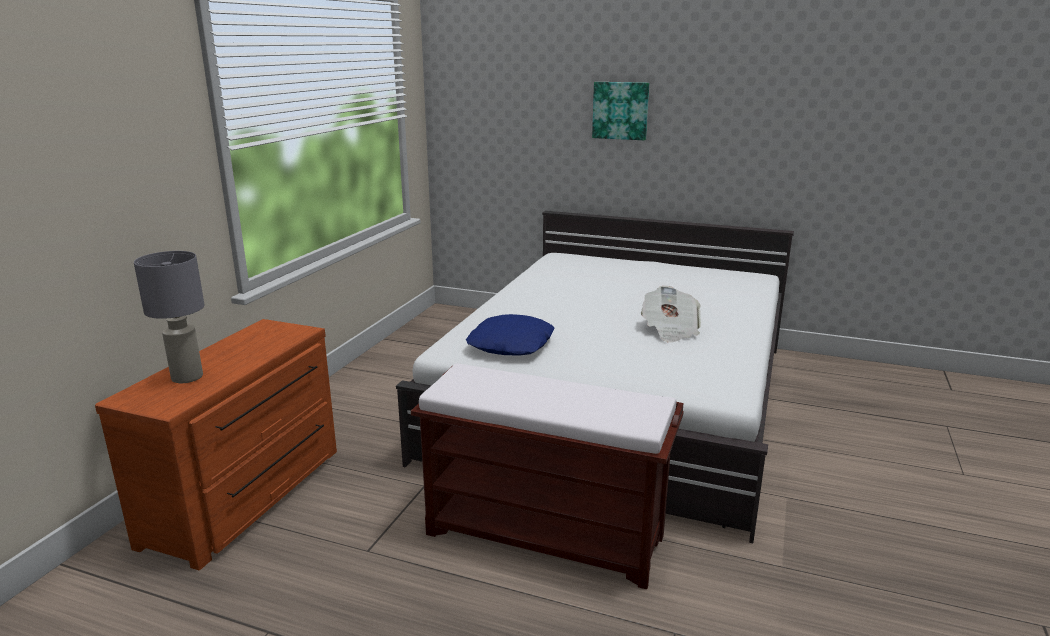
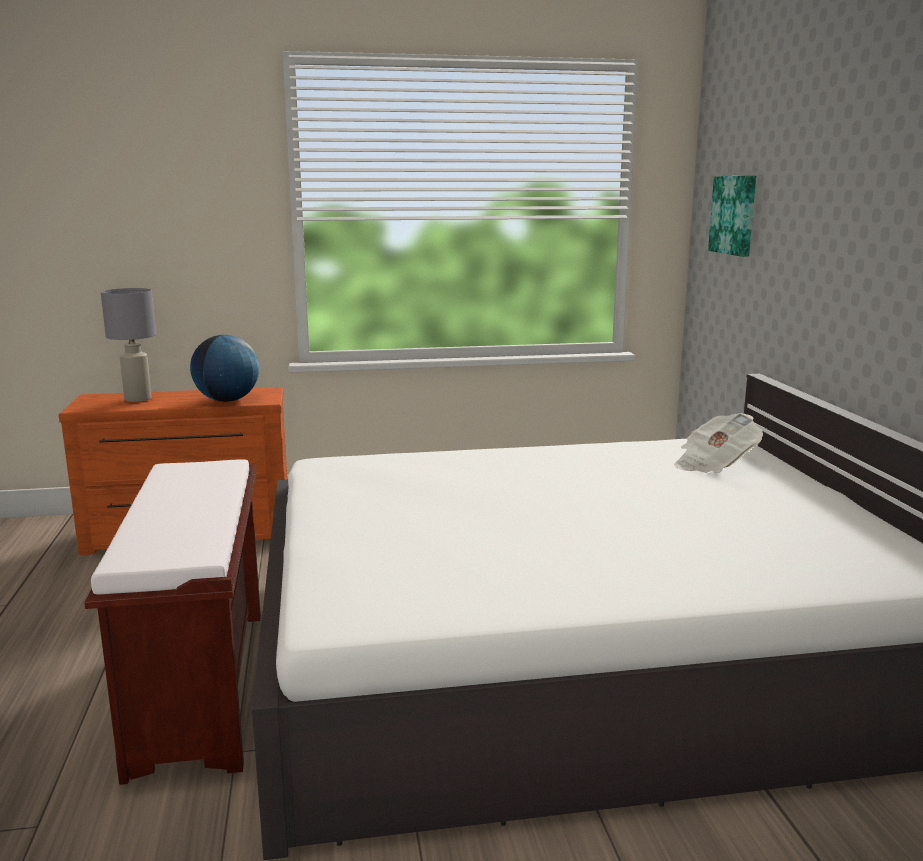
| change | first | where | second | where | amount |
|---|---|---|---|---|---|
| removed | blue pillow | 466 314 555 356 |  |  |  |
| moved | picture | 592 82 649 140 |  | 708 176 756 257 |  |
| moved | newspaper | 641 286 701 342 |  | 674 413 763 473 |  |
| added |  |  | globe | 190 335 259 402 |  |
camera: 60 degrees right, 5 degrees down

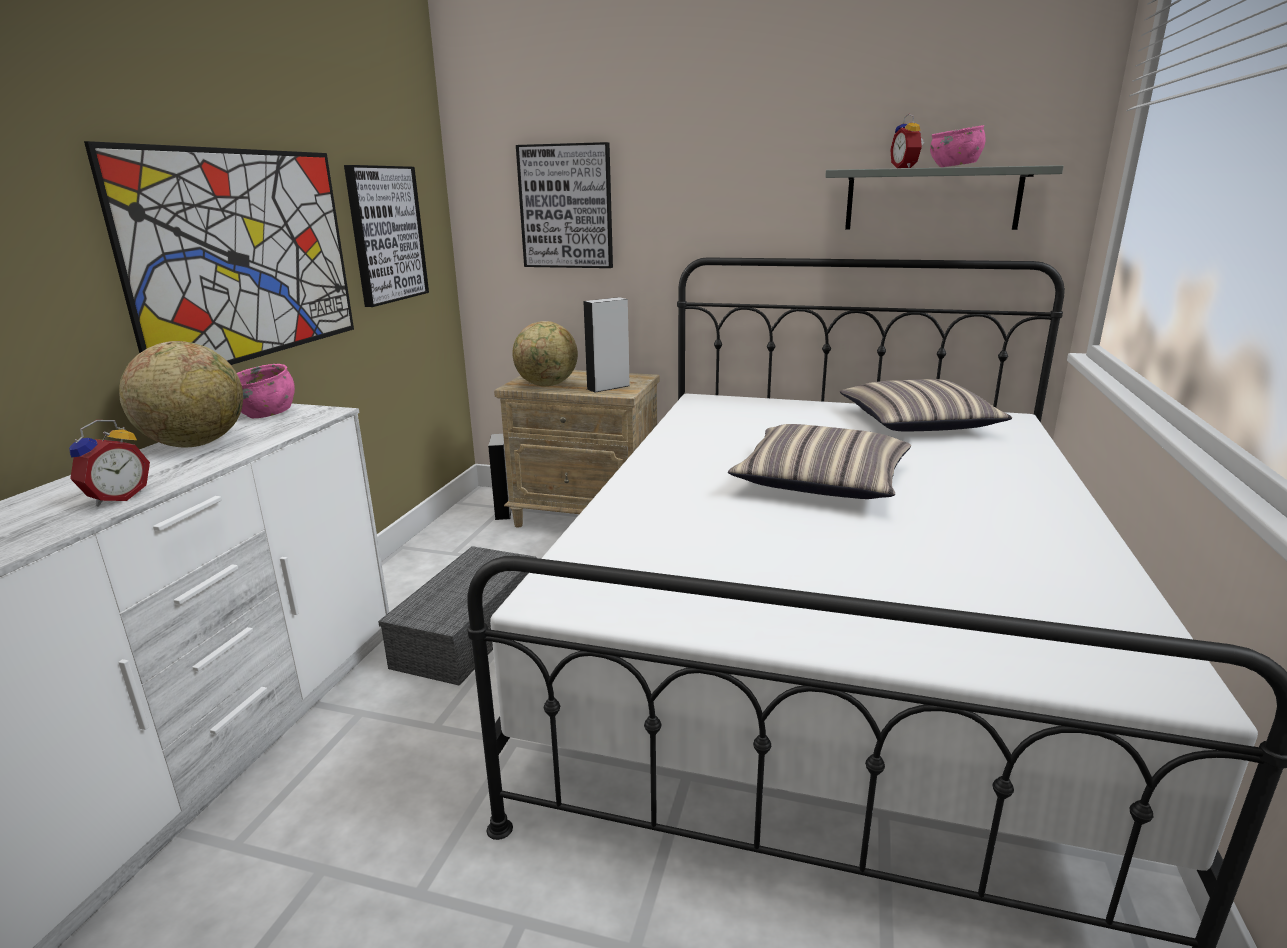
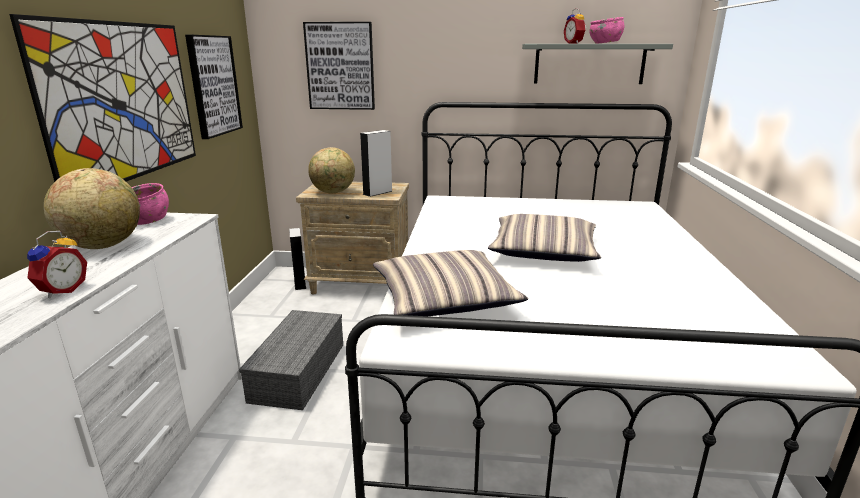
| change | first | where | second | where | amount |
|---|---|---|---|---|---|
| moved | pillow | 840 379 1012 431 |  | 373 250 528 316 |  |
camera: 10 degrees left, 0 degrees up

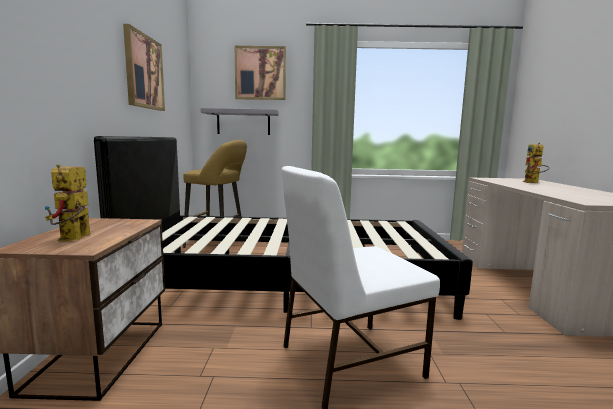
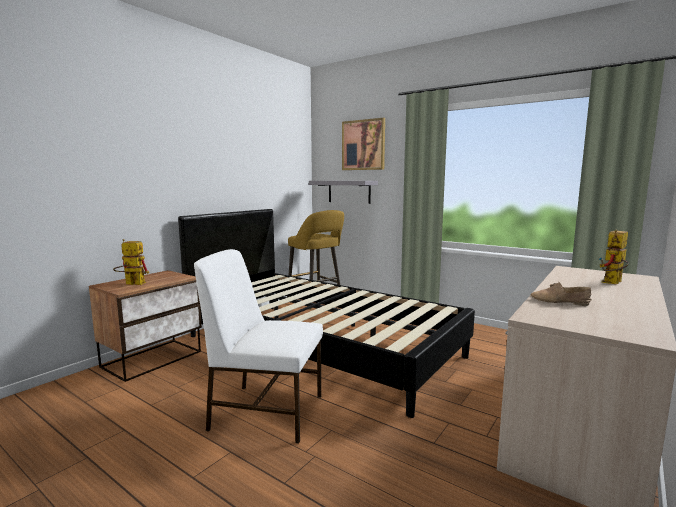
| change | first | where | second | where | amount |
|---|---|---|---|---|---|
| turned | toy robot | 45 164 91 241 |  | 113 239 149 285 | 60 degrees clockwise |
| removed | picture | 123 24 165 111 |  |  |  |
| added |  |  | beige shoe | 531 282 592 306 |  |
camera: 35 degrees right, 0 degrees up

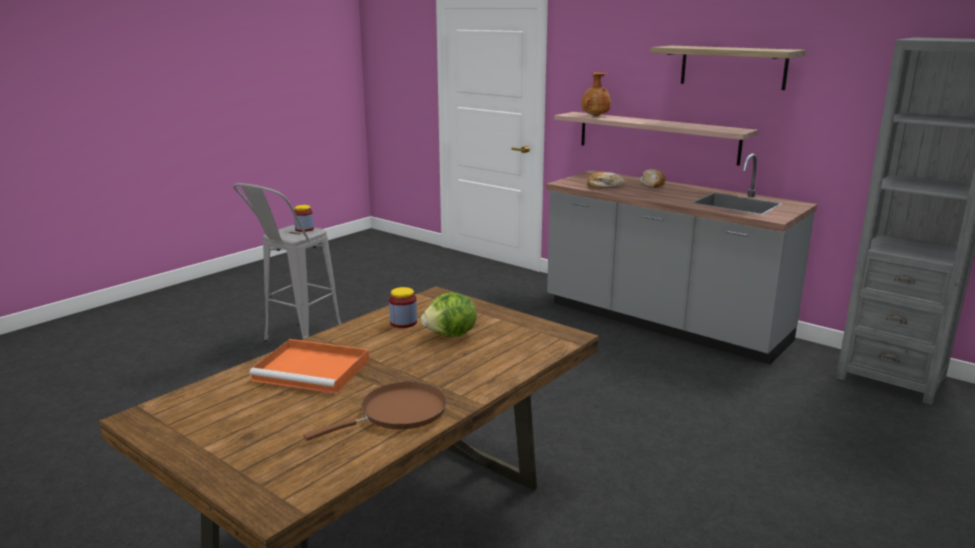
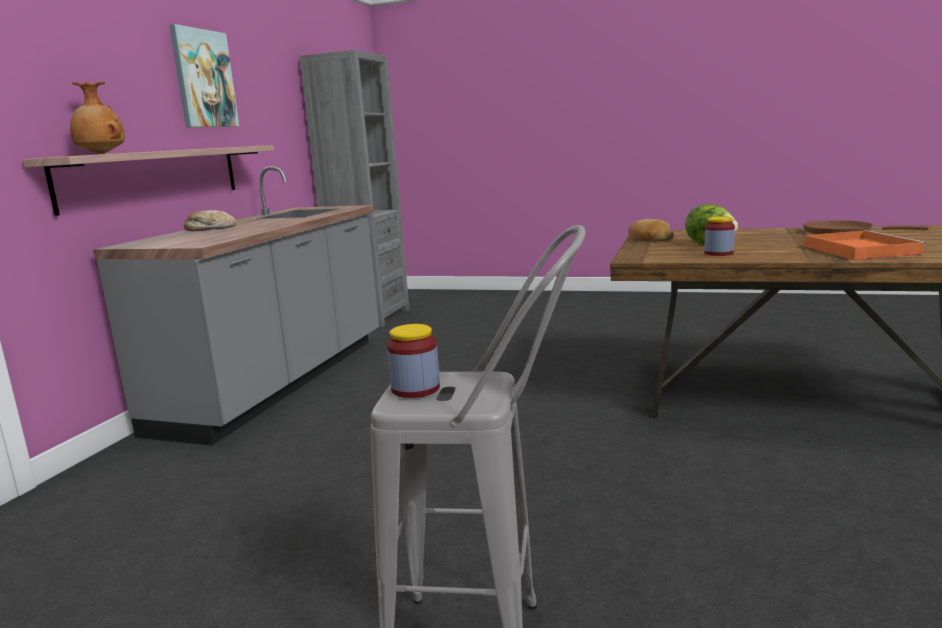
| change | first | where | second | where | amount |
|---|---|---|---|---|---|
| moved | bread | 587 172 625 189 |  | 628 219 674 241 |  |
| replaced | shelf | 650 46 806 90 | picture | 169 24 239 127 |  |
camera: 110 degrees left, 5 degrees down

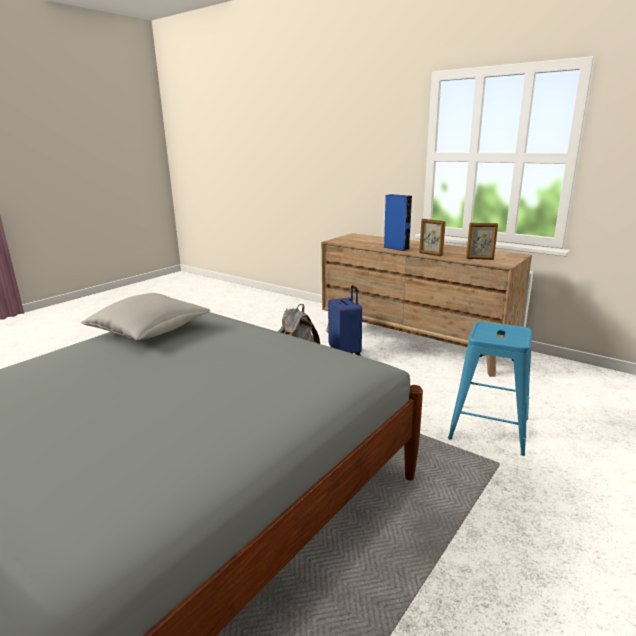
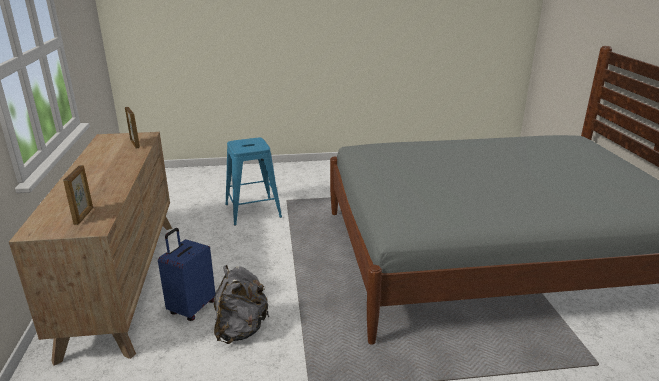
| change | first | where | second | where | amount |
|---|---|---|---|---|---|
| removed | grey pillow | 81 293 211 340 |  |  |  |
| removed | blue speaker | 383 194 412 251 |  |  |  |
| moved | picture frame | 419 219 446 256 |  | 63 165 93 225 |  |
camera: 135 degrees left, 5 degrees up

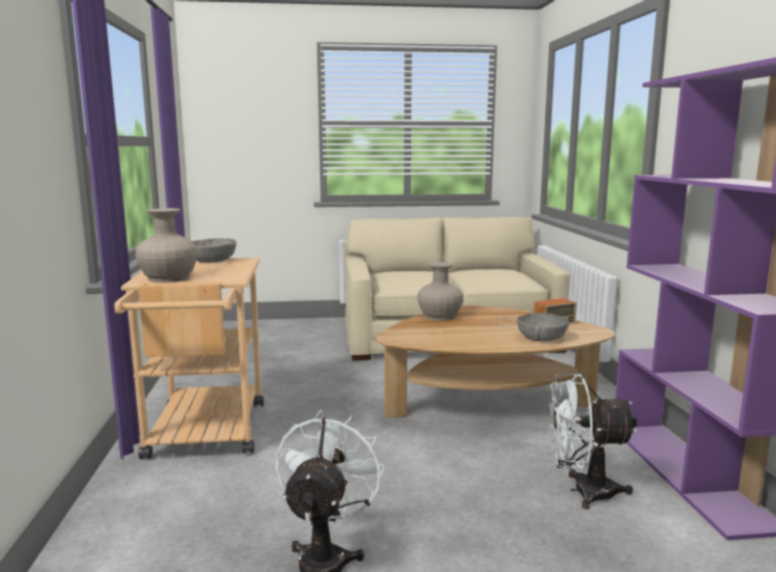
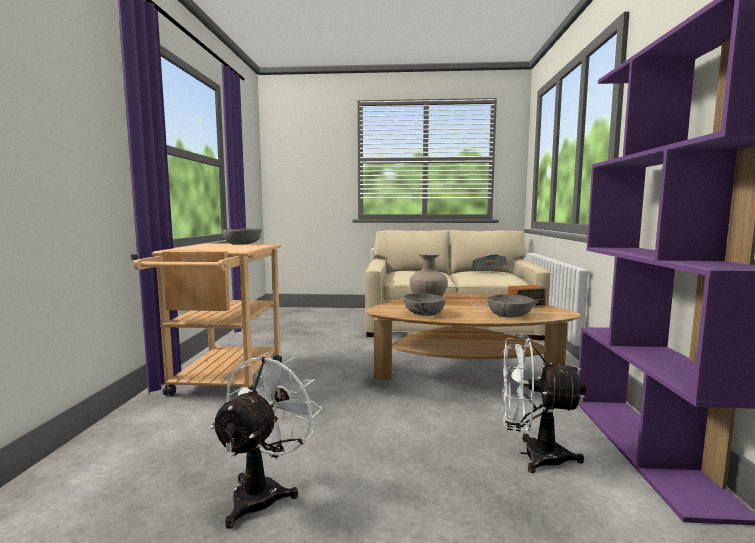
| change | first | where | second | where | amount |
|---|---|---|---|---|---|
| removed | beige vase | 135 208 198 283 |  |  |  |
| added |  |  | grey bowl | 403 293 445 316 |  |
| added |  |  | newspaper | 472 254 507 271 |  |
camera: 10 degrees right, 5 degrees down

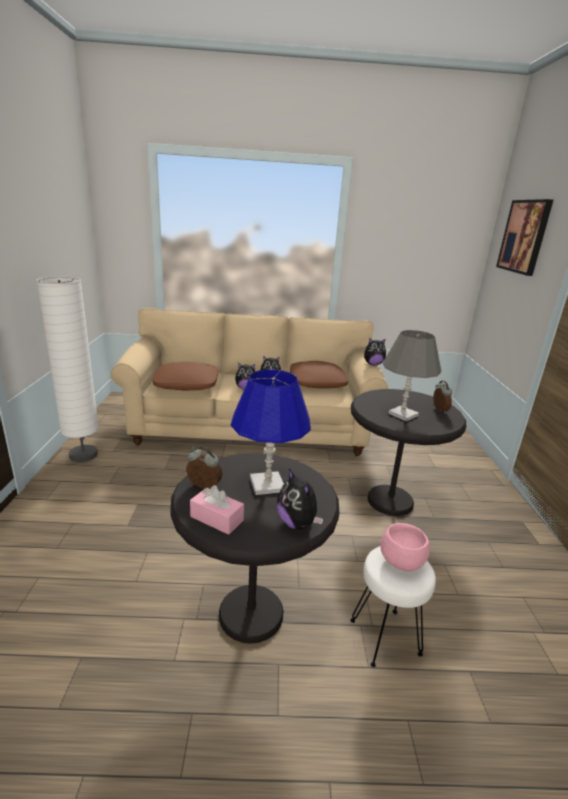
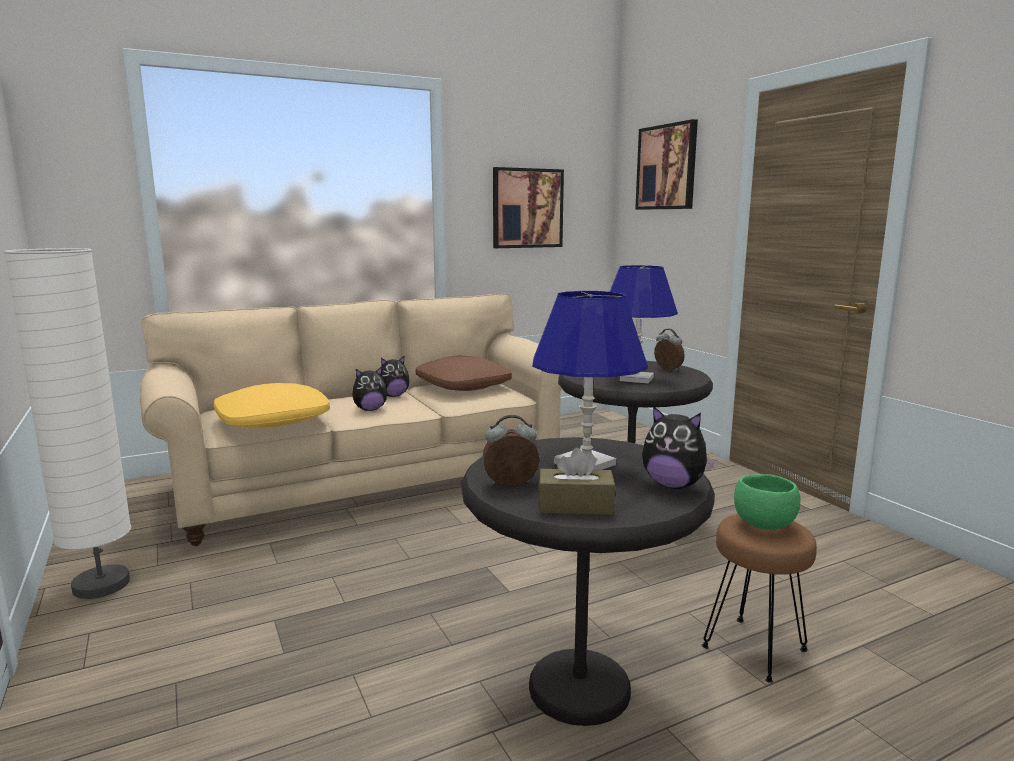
| change | first | where | second | where | amount |
|---|---|---|---|---|---|
| recoloured | brown pillow | 152 362 218 390 | yellow pillow | 213 383 330 427 |  |
| recoloured | pink tissue box | 190 485 244 535 | brown tissue box | 538 448 615 515 |  |
| recoloured | white stool | 350 546 436 667 | brown stool | 702 514 817 683 |  |
| removed | plush toy | 364 338 386 365 |  |  |  |
| recoloured | pink bowl | 380 523 430 571 | green bowl | 734 474 800 530 |  |
| recoloured | grey table lamp | 383 330 441 421 | blue table lamp | 610 265 678 384 |  |
| added |  |  | picture | 493 167 564 248 |  |
camera: 25 degrees left, 10 degrees down

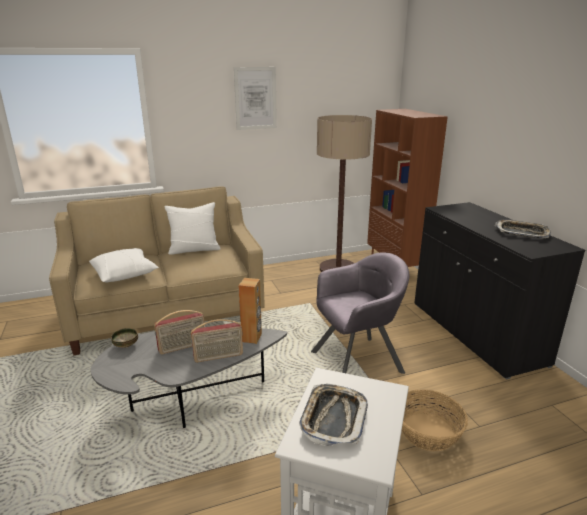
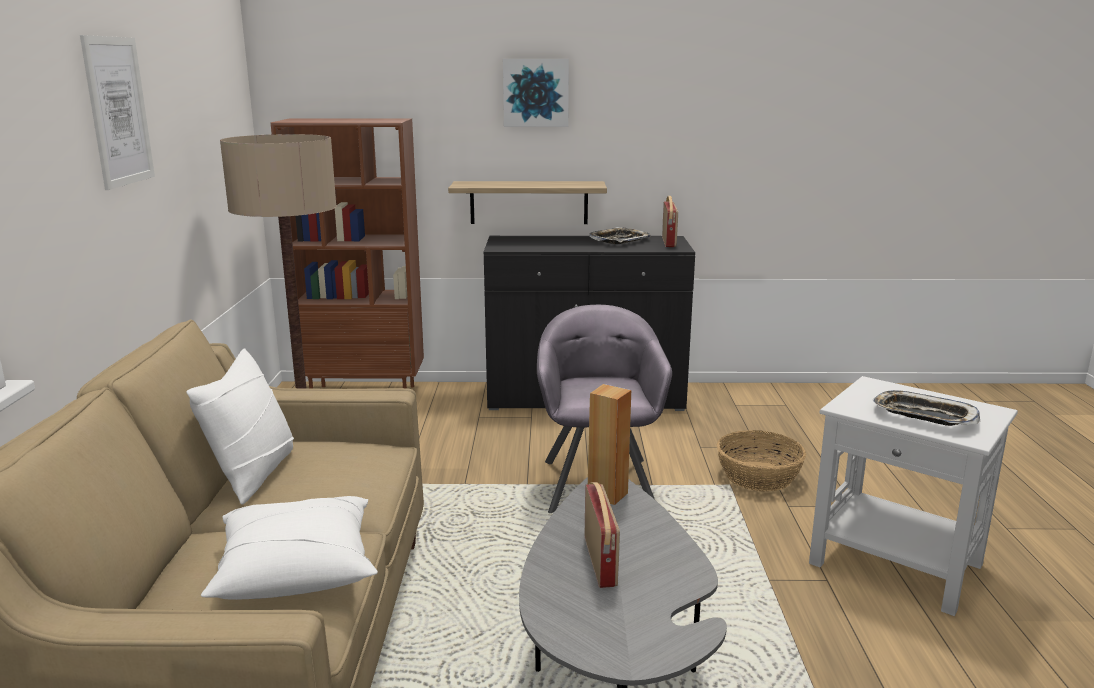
| change | first | where | second | where | amount |
|---|---|---|---|---|---|
| removed | bowl | 111 328 138 348 |  |  |  |
| moved | radio | 191 319 243 363 |  | 662 196 678 247 |  |
| added |  |  | shelf | 448 181 607 224 |  |
| added |  |  | picture | 503 59 569 127 |  |
camera: 70 degrees left, 5 degrees down

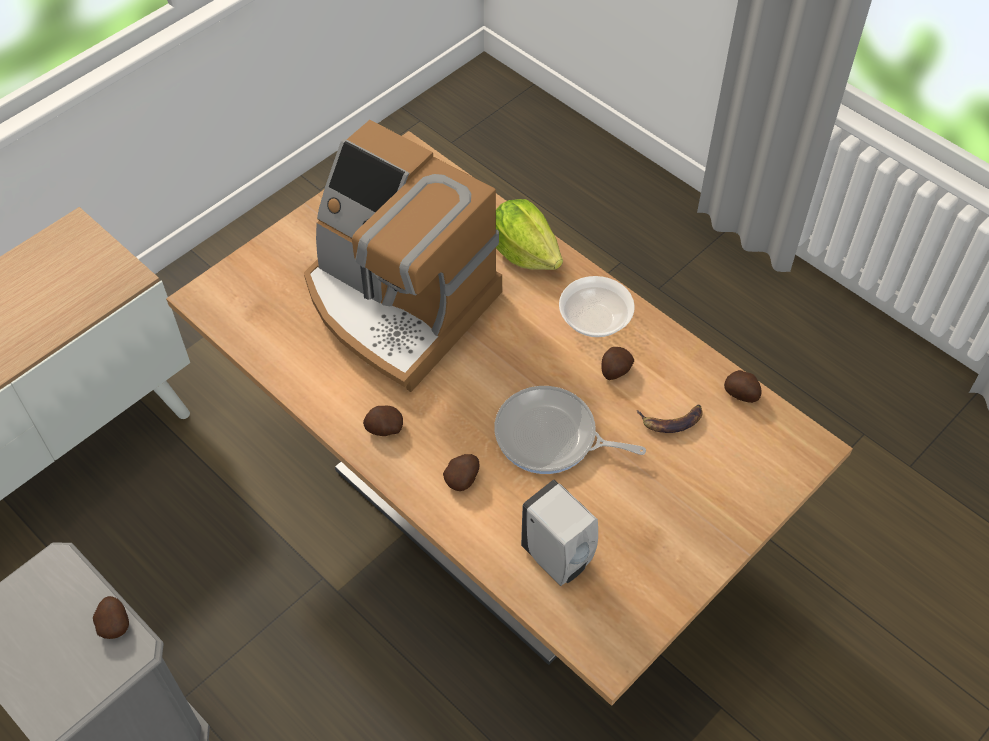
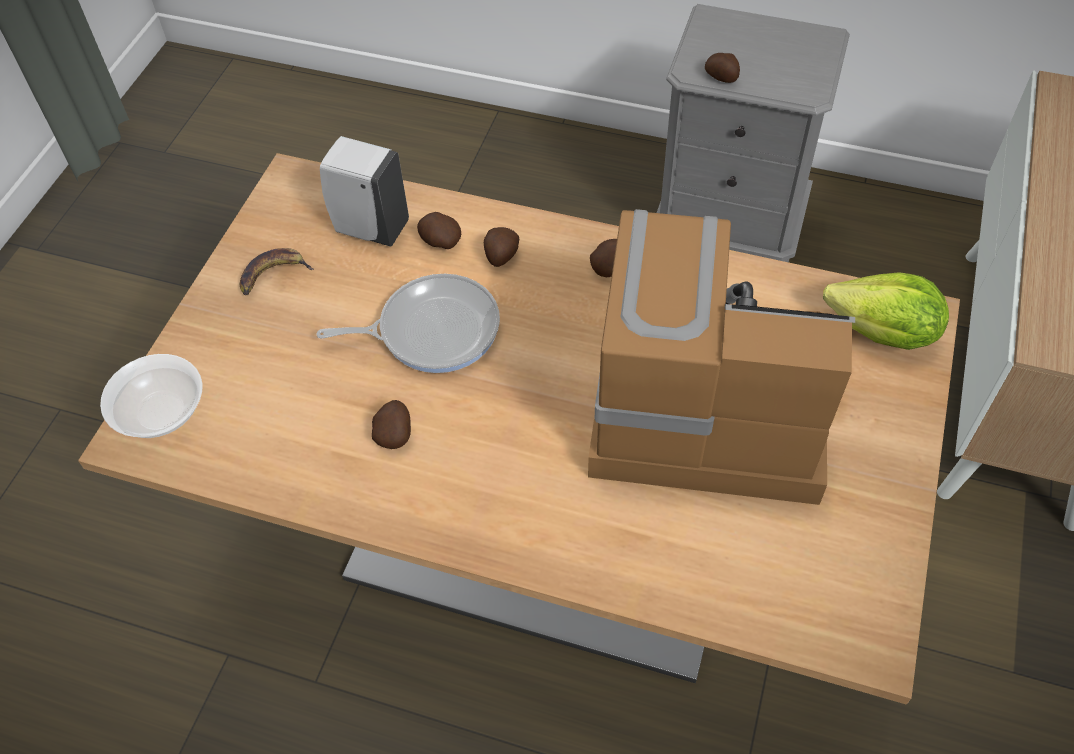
| change | first | where | second | where | amount |
|---|---|---|---|---|---|
| moved | lettuce | 496 199 563 270 |  | 823 272 949 350 |  |
| moved | bowl | 559 276 635 337 |  | 100 354 202 438 |  |
| moved | banana | 637 405 703 433 |  | 240 248 314 295 |  |
| moved | potato | 724 370 762 403 |  | 417 212 461 249 |  |
camera: 155 degrees right, 0 degrees up

